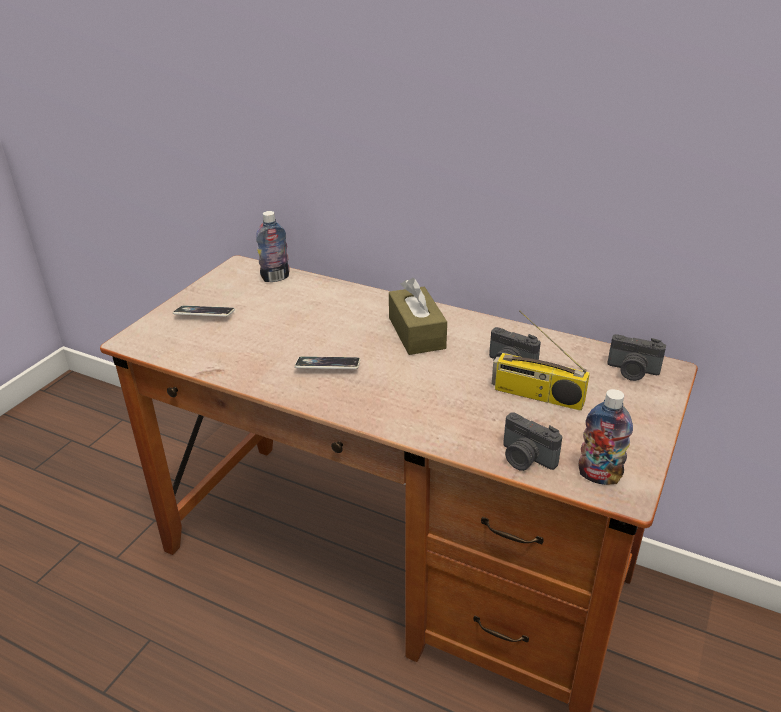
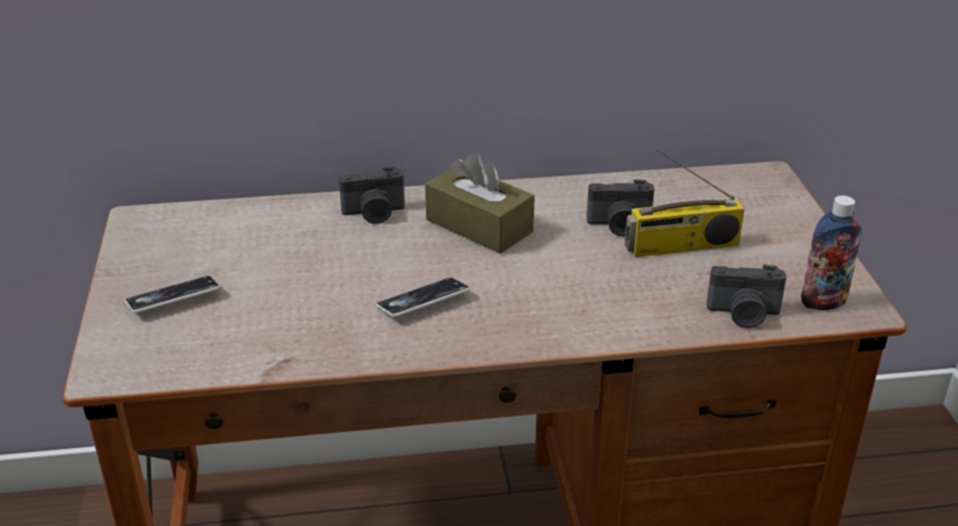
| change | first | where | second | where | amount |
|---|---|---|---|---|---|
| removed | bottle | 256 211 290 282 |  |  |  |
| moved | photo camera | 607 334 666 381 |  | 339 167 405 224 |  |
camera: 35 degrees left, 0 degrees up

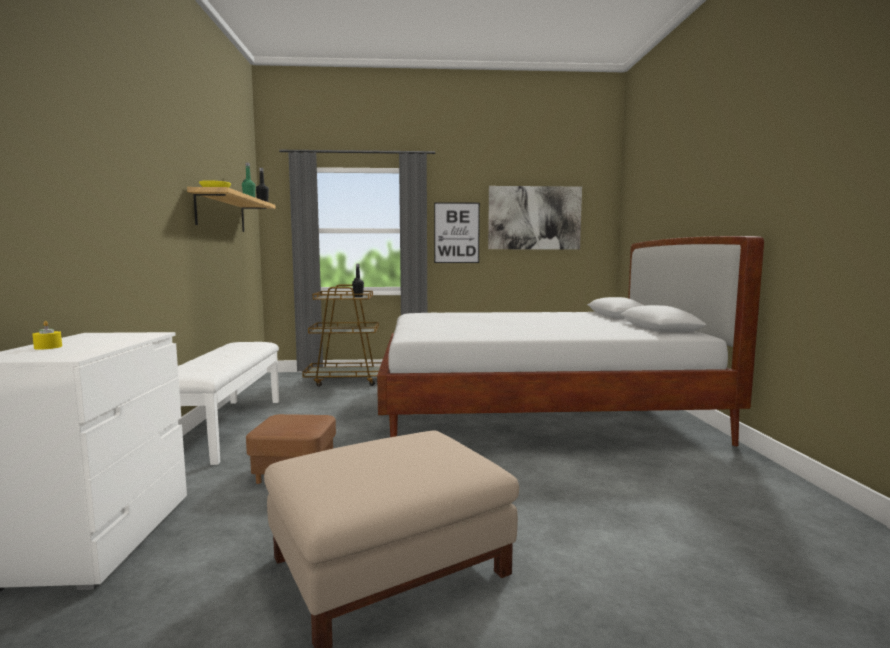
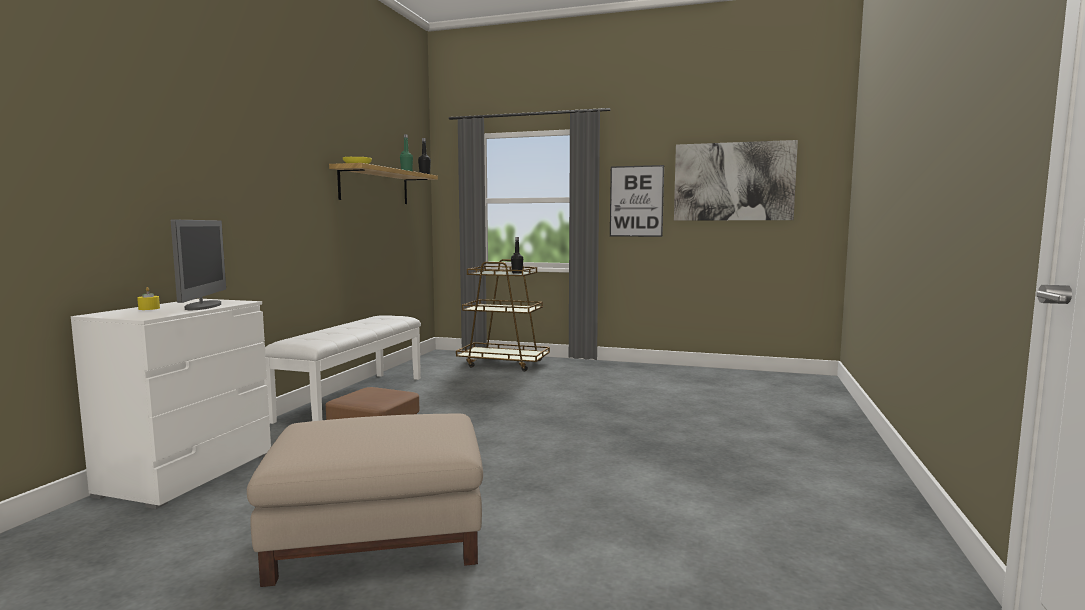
| change | first | where | second | where | amount |
|---|---|---|---|---|---|
| removed | white bed | 377 236 764 446 |  |  |  |
| added |  |  | monitor | 171 220 226 310 |  |
camera: 20 degrees right, 0 degrees up

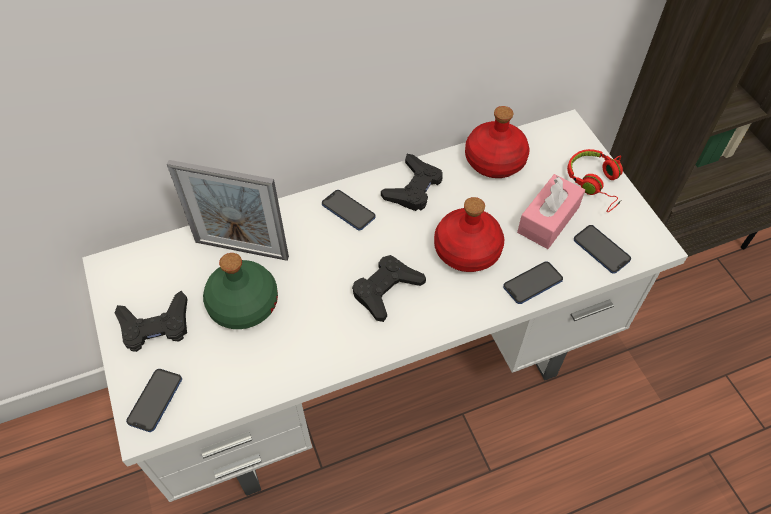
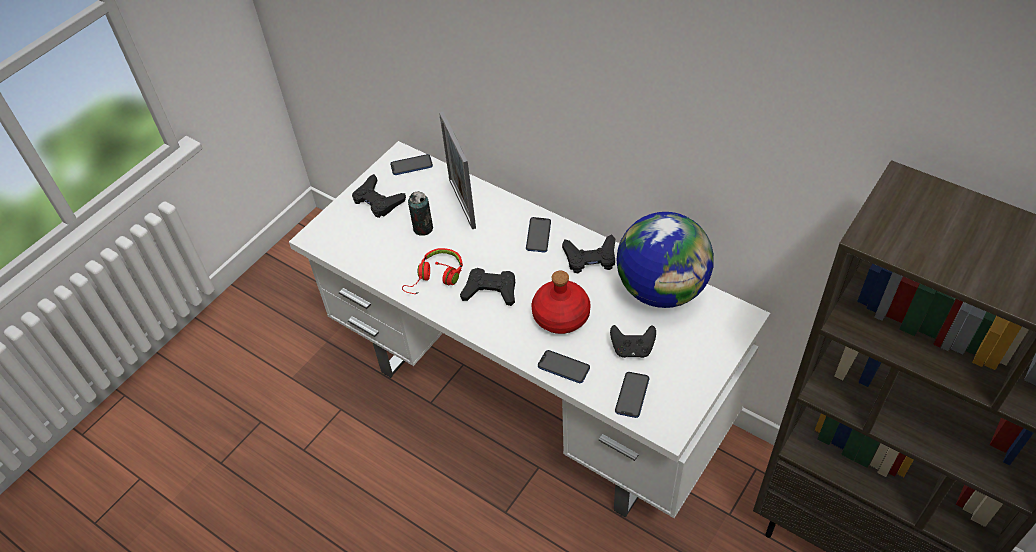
| change | first | where | second | where | amount |
|---|---|---|---|---|---|
| moved | phone | 126 369 182 432 |  | 390 154 433 175 |  |
| replaced | green bottle | 203 253 278 329 | can | 408 191 433 236 |  |
| replaced | red bottle | 465 106 529 178 | globe | 616 212 714 308 |  |
| replaced | pink tissue box | 517 174 585 249 | black game controller | 610 325 656 358 |  |
| moved | red headphones | 567 149 623 212 |  | 402 248 463 294 |  |
camera: 60 degrees right, 5 degrees down

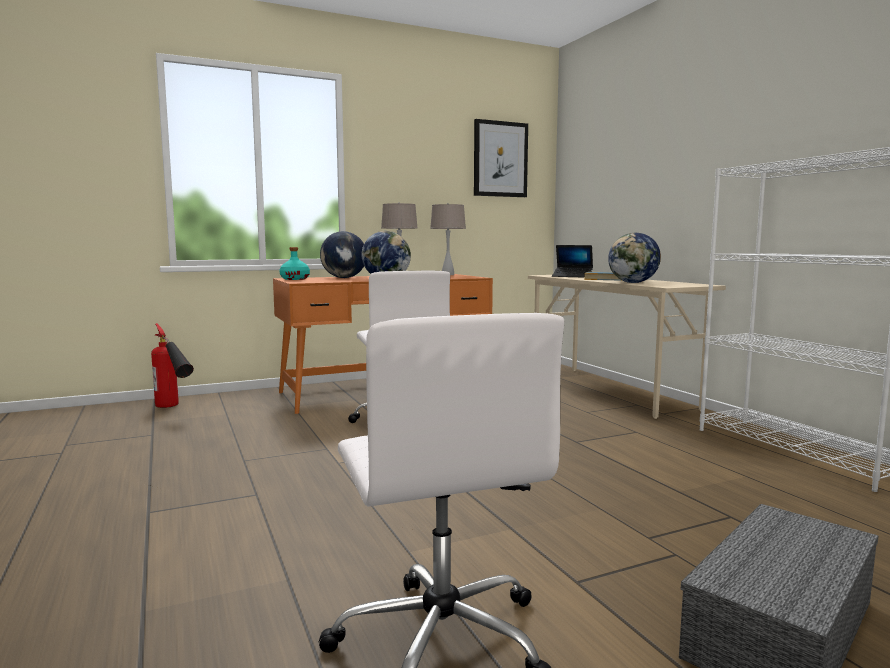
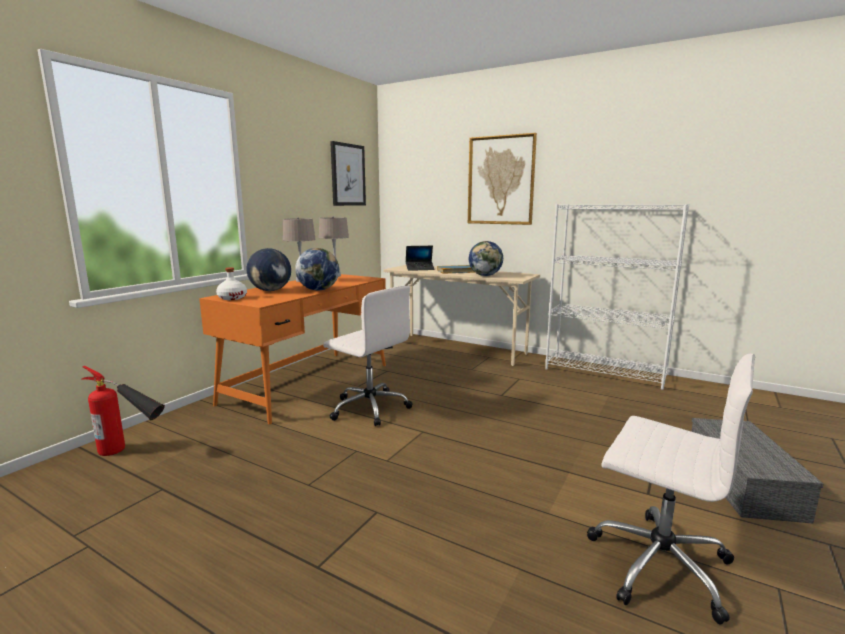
| change | first | where | second | where | amount |
|---|---|---|---|---|---|
| recoloured | turquoise bottle | 279 247 310 280 | white bottle | 216 267 247 300 |  |
| added |  |  | picture | 468 133 537 225 |  |
camera: 35 degrees left, 5 degrees up

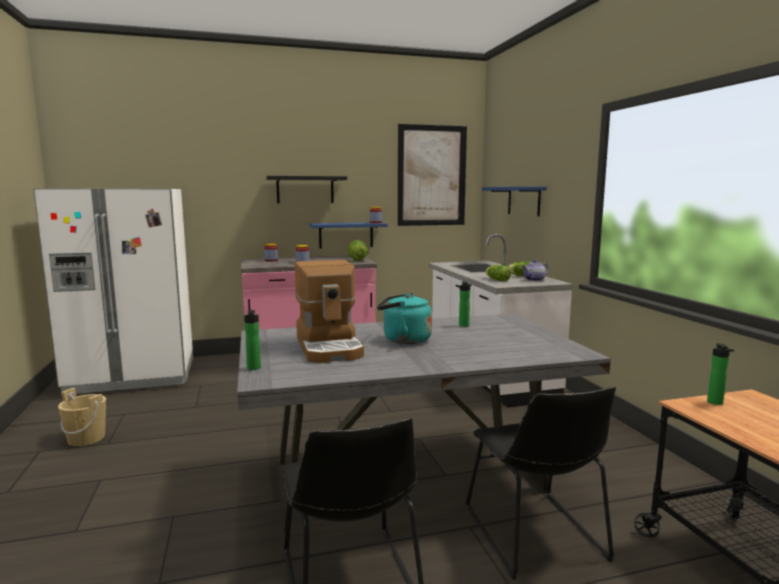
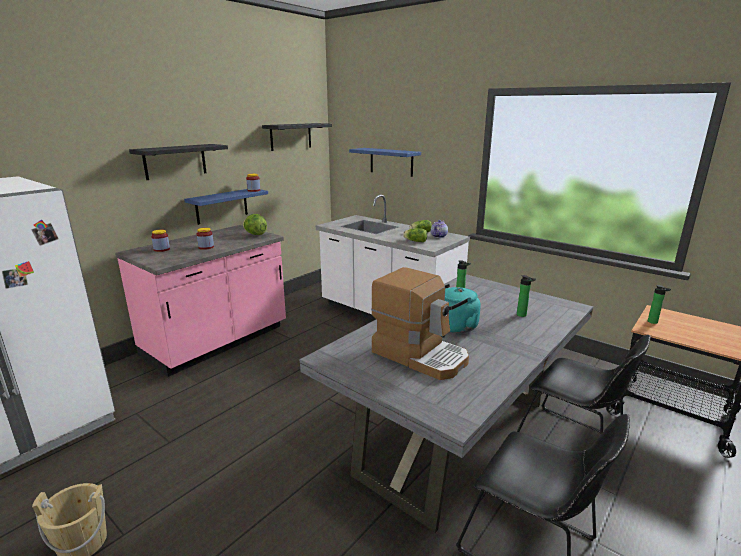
| change | first | where | second | where | amount |
|---|---|---|---|---|---|
| moved | bottle | 244 310 261 370 |  | 517 275 536 317 |  |
| replaced | picture | 398 124 467 226 | black shelf | 262 123 332 151 |  |
camera: 35 degrees left, 10 degrees up

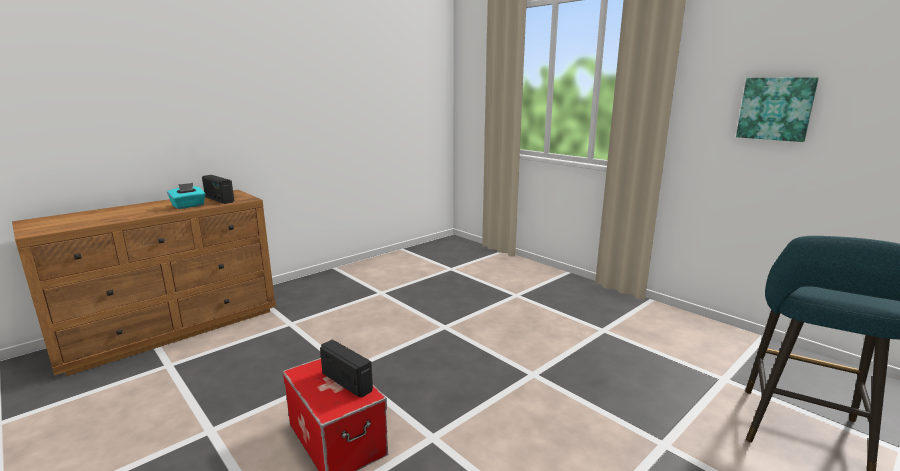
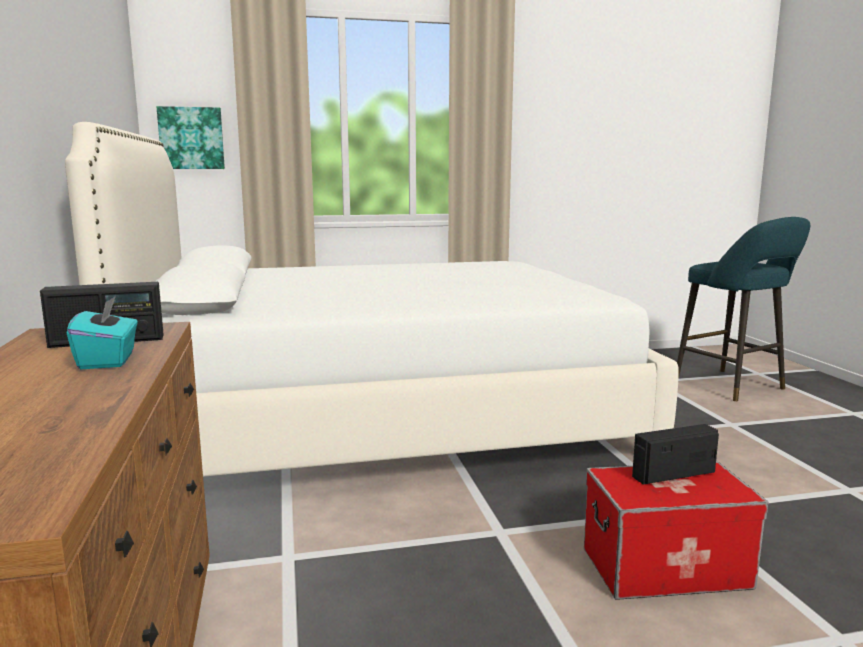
| change | first | where | second | where | amount |
|---|---|---|---|---|---|
| moved | picture | 736 77 819 142 |  | 157 106 225 169 |  |
| added |  |  | white bed | 65 122 679 477 |  |
camera: 60 degrees left, 5 degrees down

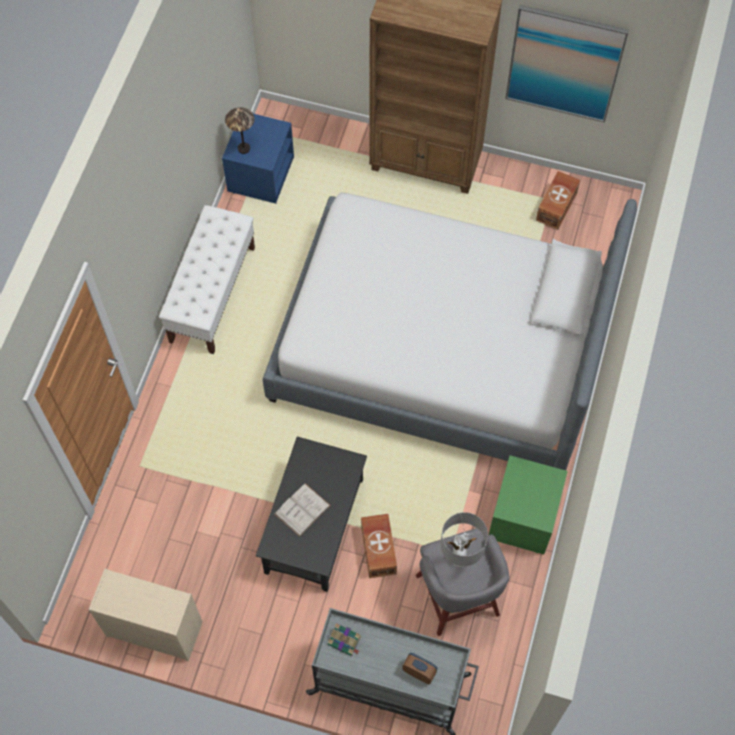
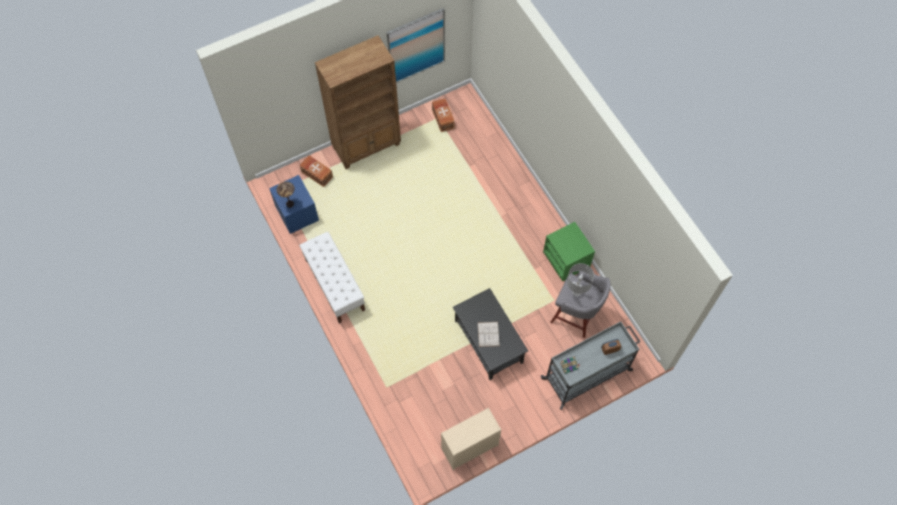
| change | first | where | second | where | amount |
|---|---|---|---|---|---|
| removed | bed | 263 192 637 470 |  |  |  |
| moved | brown storage box | 361 514 397 578 |  | 300 155 333 187 |  |
camera: 45 degrees left, 0 degrees up

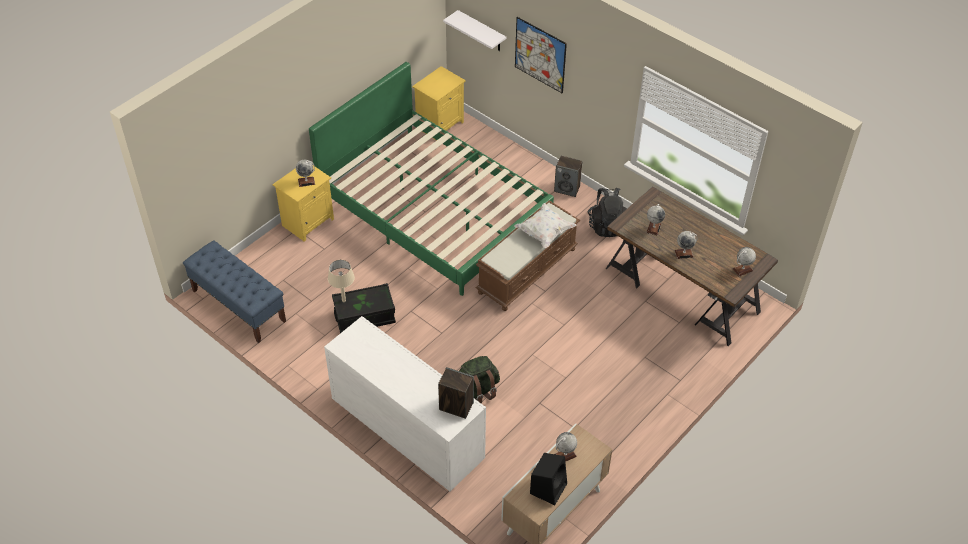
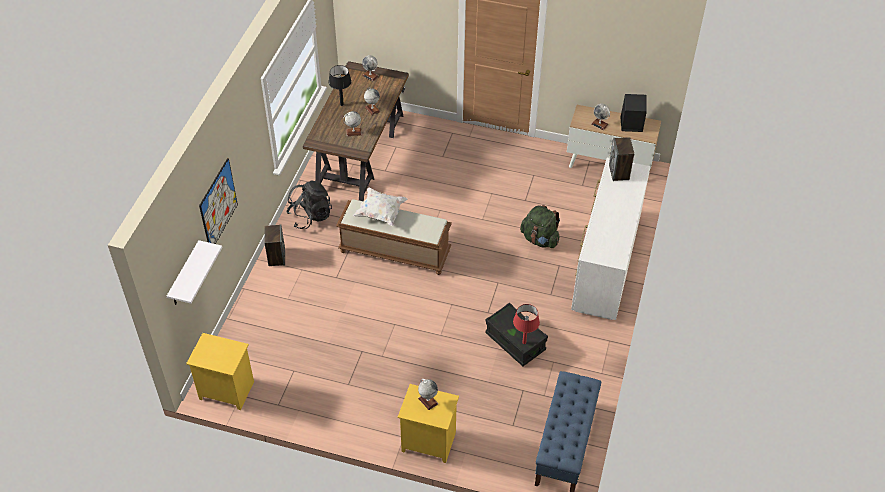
| change | first | where | second | where | amount |
|---|---|---|---|---|---|
| removed | green bed | 309 62 554 296 |  |  |  |
| recoloured | beige table lamp | 328 260 355 302 | red table lamp | 513 304 540 344 |  |
| added |  |  | black table lamp | 328 65 352 106 |  |
camera: 115 degrees left, 0 degrees up

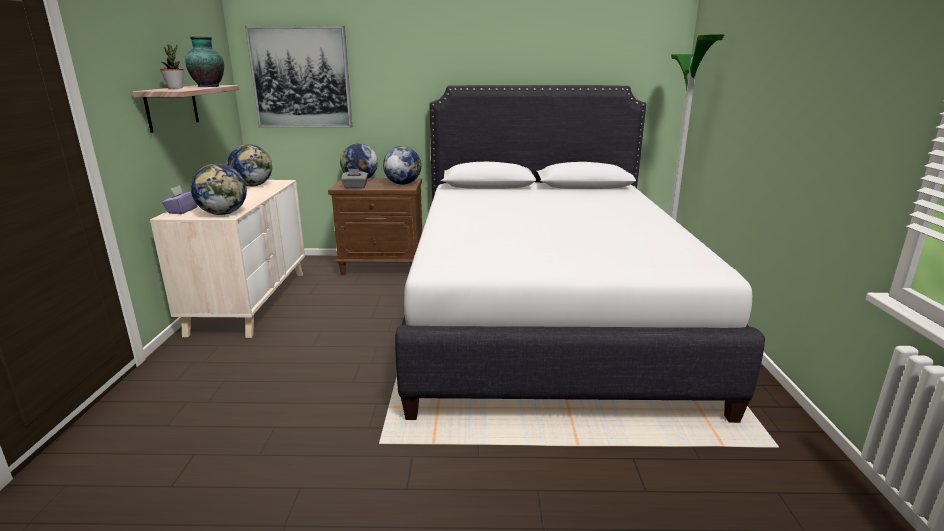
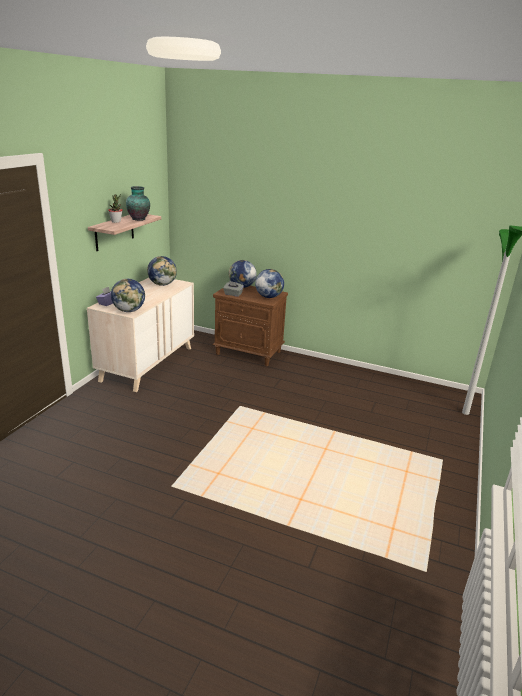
| change | first | where | second | where | amount |
|---|---|---|---|---|---|
| removed | picture | 245 26 352 128 |  |  |  |
| removed | white bed | 395 85 765 423 |  |  |  |
camera: 20 degrees right, 5 degrees up

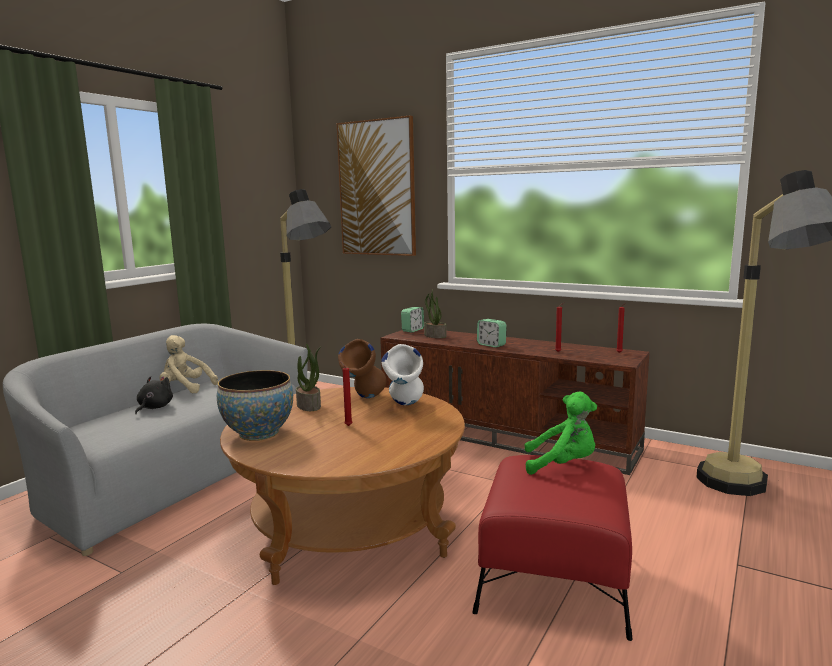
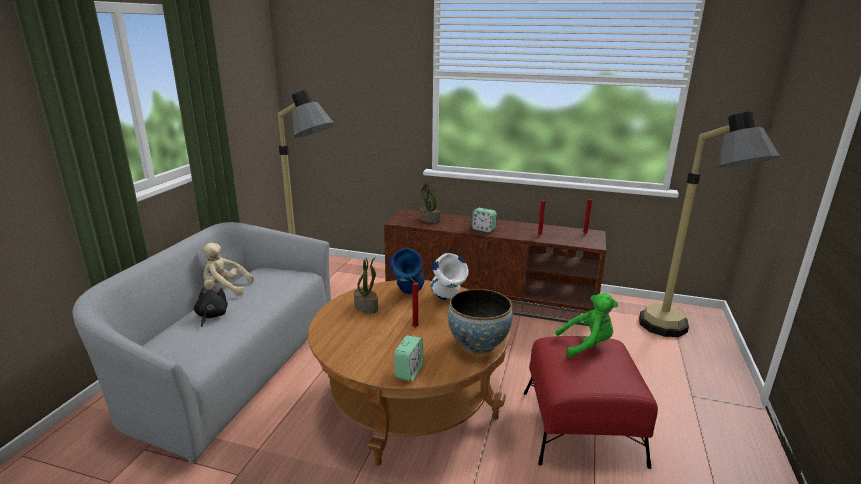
| change | first | where | second | where | amount |
|---|---|---|---|---|---|
| moved | bowl | 217 370 293 441 |  | 448 289 512 354 |  |
| removed | picture | 337 116 416 256 |  |  |  |
| recoloured | brown vase | 338 339 386 398 | blue vase | 389 248 425 294 |  |
| moved | alarm clock | 401 307 424 332 |  | 394 335 424 381 |  |
camera: 15 degrees left, 10 degrees up

